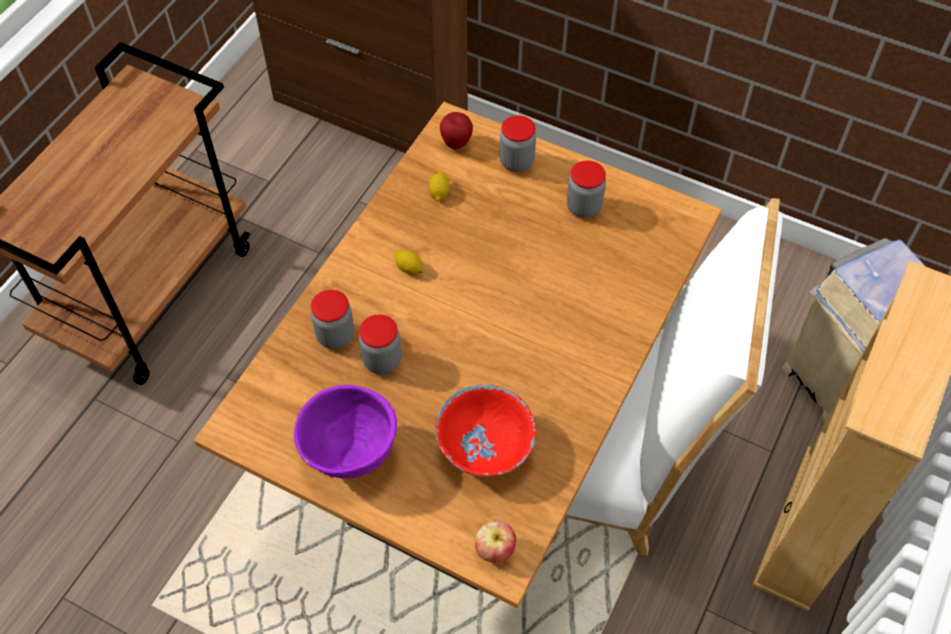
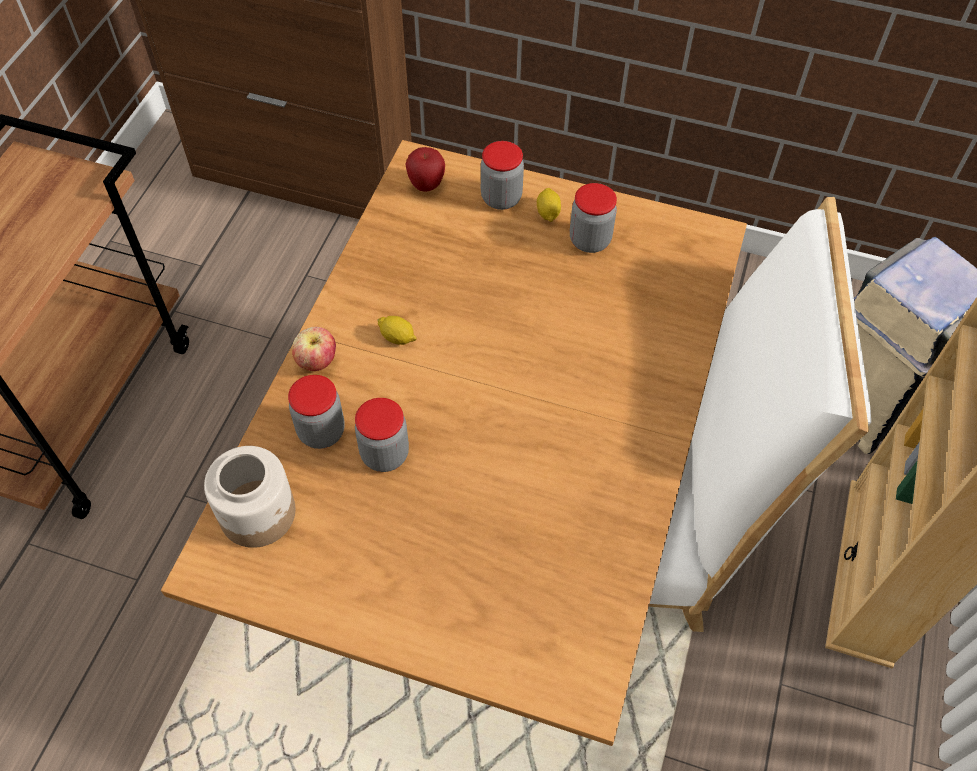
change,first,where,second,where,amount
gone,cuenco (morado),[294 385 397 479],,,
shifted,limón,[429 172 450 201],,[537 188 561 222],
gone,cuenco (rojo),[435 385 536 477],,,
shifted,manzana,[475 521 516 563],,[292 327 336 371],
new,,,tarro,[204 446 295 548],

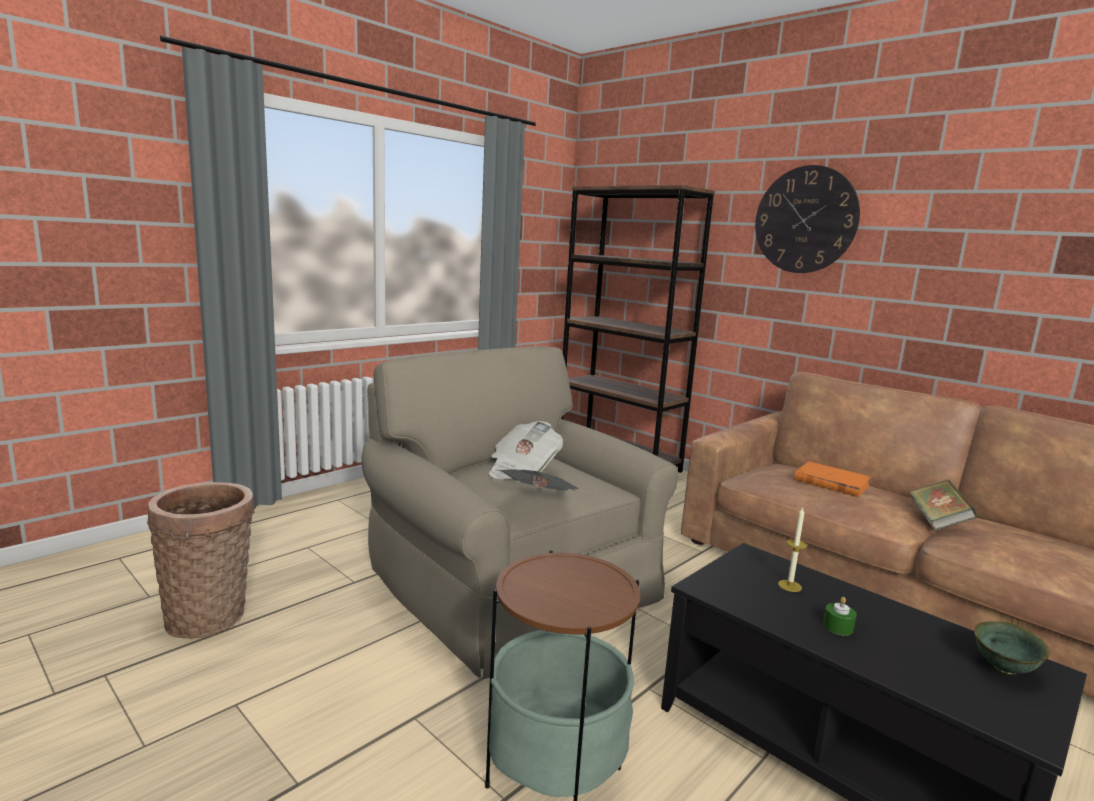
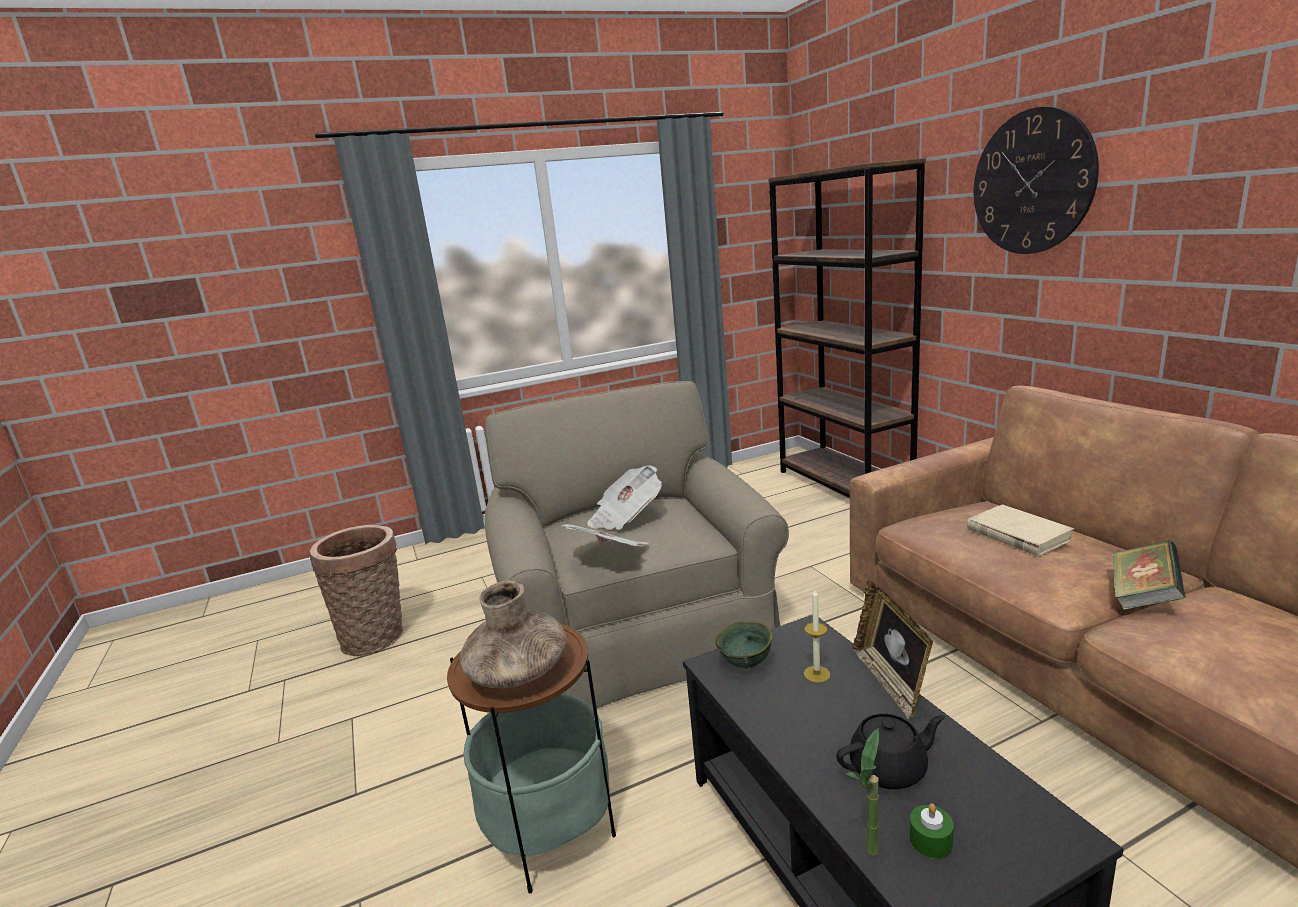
change,first,where,second,where,amount
repainted,libro (naranja),[794 461 871 497],libro (beis),[967 504 1074 557],
shifted,vela (verde),[823 597 857 636],,[910 803 954 859],
shifted,cuenco (verde),[974 621 1050 674],,[716 621 773 669],
new,,,florero (marrón),[460 580 566 688],
new,,,tetera (negro),[836 714 945 789],
new,,,planta en maceta,[847 728 879 856],
new,,,portarretratos,[853 581 933 720],

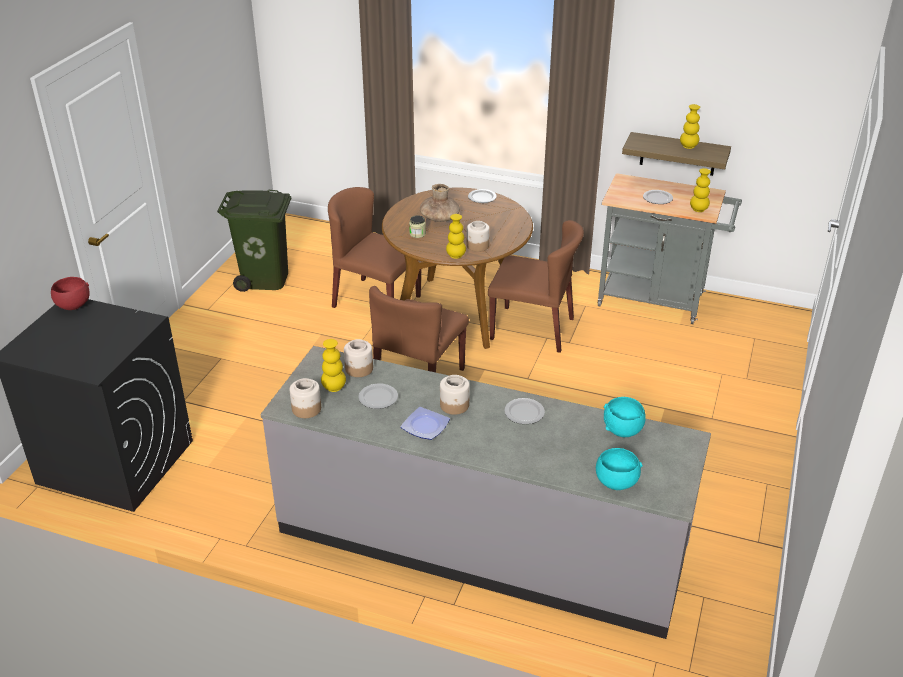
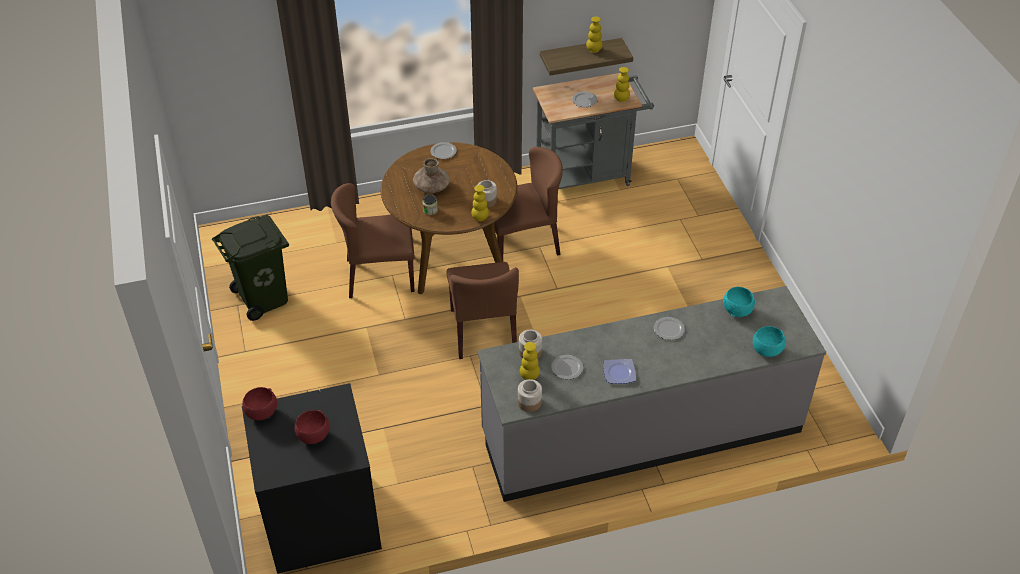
change,first,where,second,where,amount
gone,tarro,[440 375 470 415],,,
new,,,cuenco (rojo),[295 410 330 444],

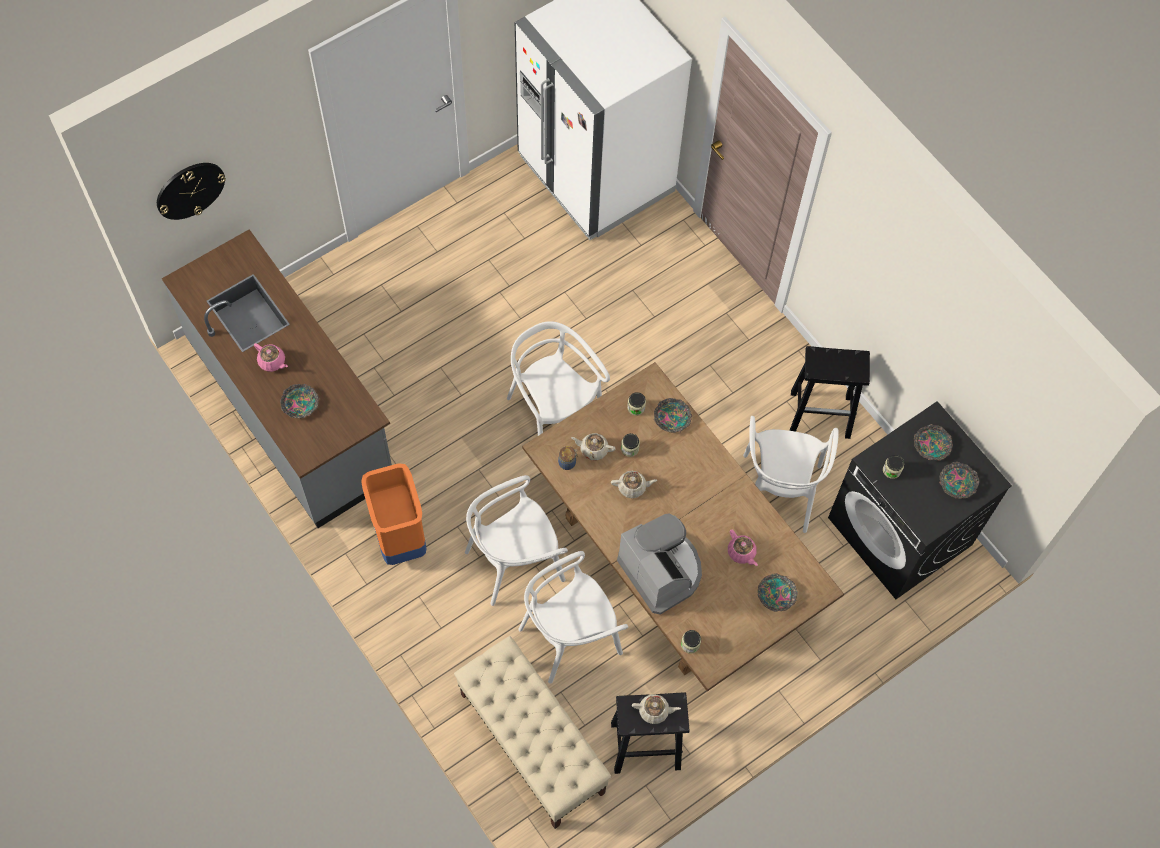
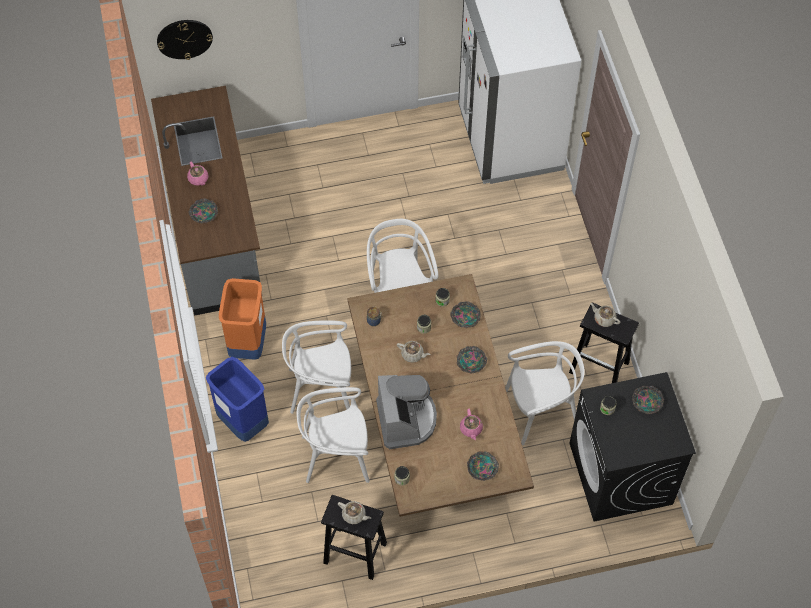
change,first,where,second,where,amount
gone,banco (beis),[454 636 611 829],,,
shifted,tetera (beis),[571 433 616 460],,[590 303 620 327],
rotated,silla (blanco),[743 416 839 533],,[505 341 585 445],135 degrees counterclockwise
shifted,cuenco,[939 462 979 499],,[457 346 488 374],
new,,,papelera (azul),[206 357 269 442],

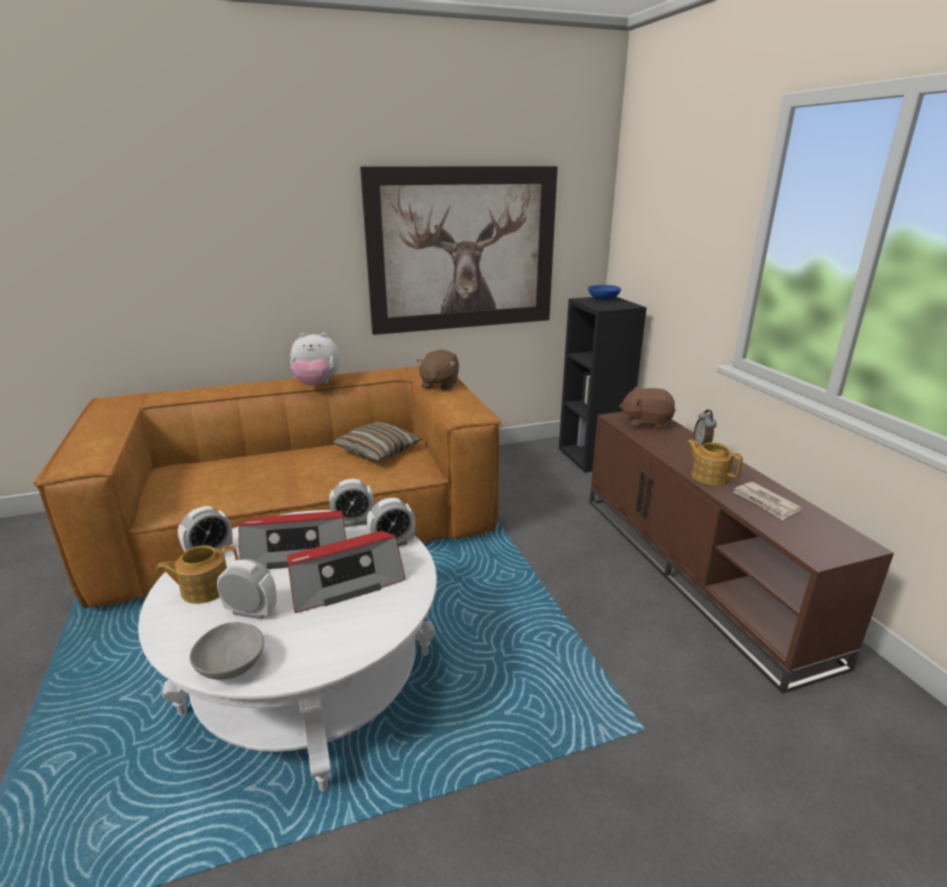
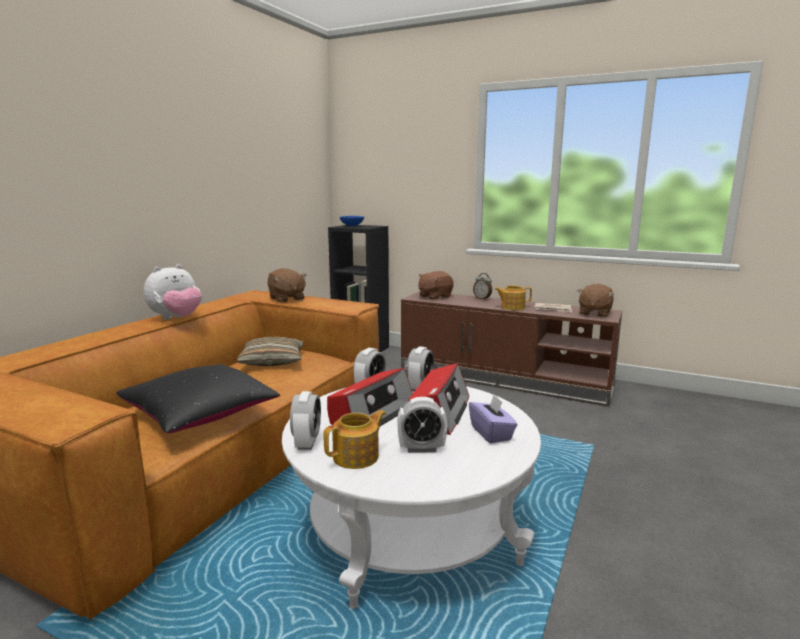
change,first,where,second,where,amount
rotated,tetera,[156 545 239 604],,[324 410 386 469],150 degrees counterclockwise
gone,cuenco (gris),[190 622 264 680],,,
rotated,despertador,[217 559 277 619],,[397 397 447 453],150 degrees counterclockwise
gone,cuadro,[360 166 558 335],,,
new,,,cojín (negro),[117 364 280 433],
new,,,caja de pañuelos (morado),[469 395 517 444],
new,,,peluche (marrón),[578 284 614 318],

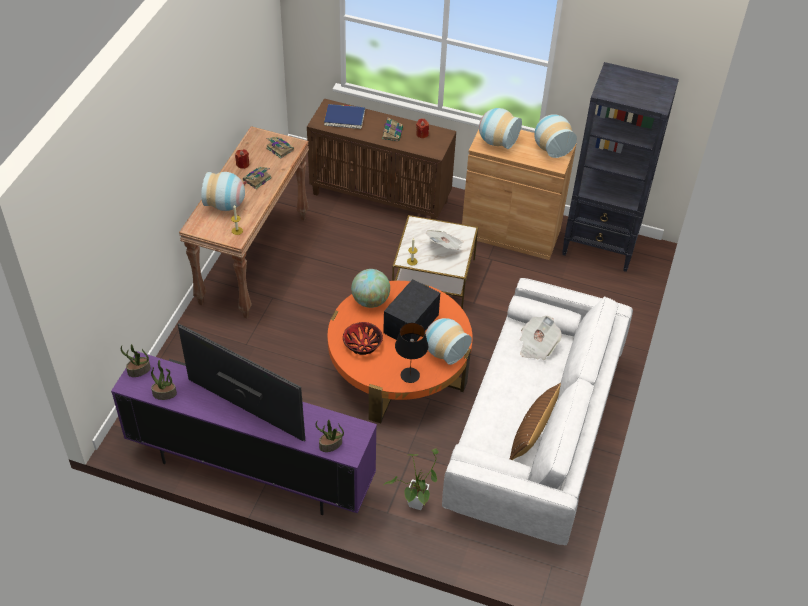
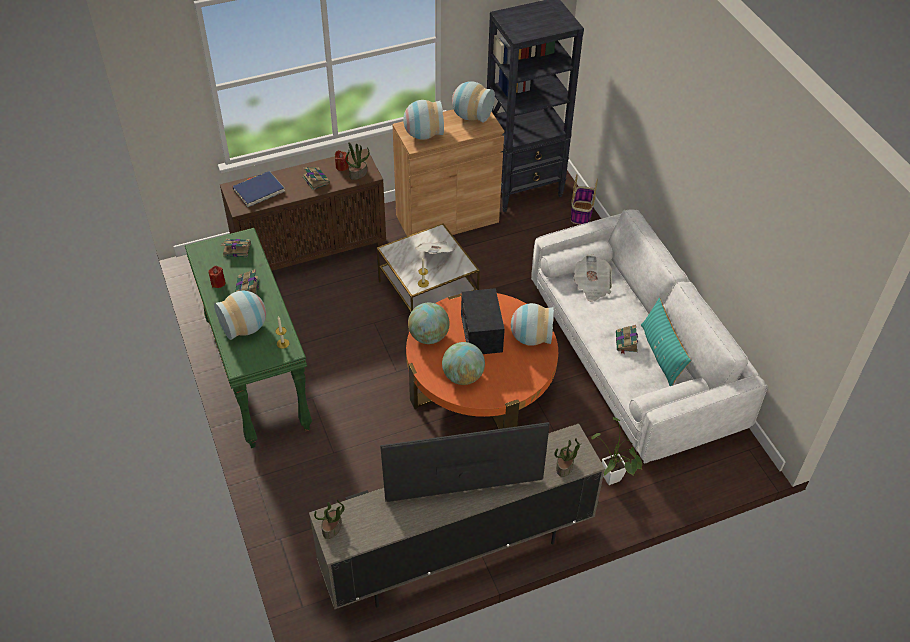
change,first,where,second,where,amount
repainted,mueble de televisión (morado),[111 351 377 515],mueble de televisión (beis),[309 424 605 609],
shifted,planta en maceta,[151 360 177 400],,[345 143 369 180],
repainted,mesa consola (marrón),[179 126 309 318],mesa consola (verde),[185 228 312 448],
swapped,cuenco,[343 322 383 355],globo terráqueo,[442 342 485 385],
gone,lámpara de mesa (negro),[395 322 428 383],,,
repainted,cojín (marrón),[510 383 561 460],cojín (turquesa),[641 298 691 386],
new,,,cesta,[571 175 598 225],
new,,,libro,[616 325 638 354],

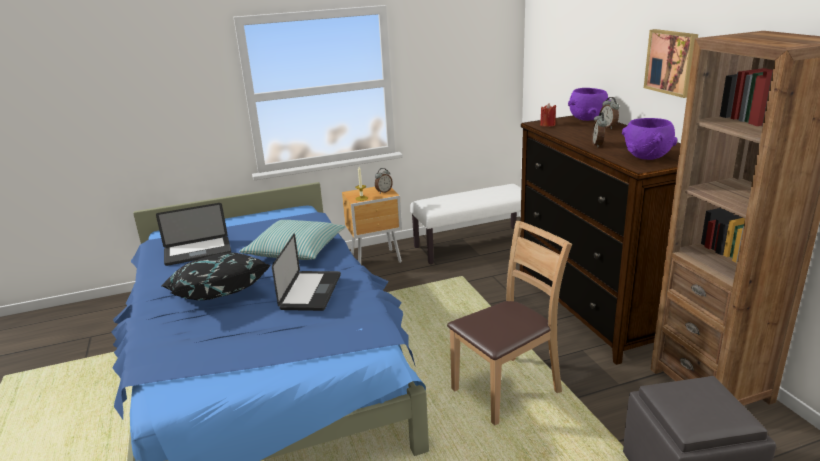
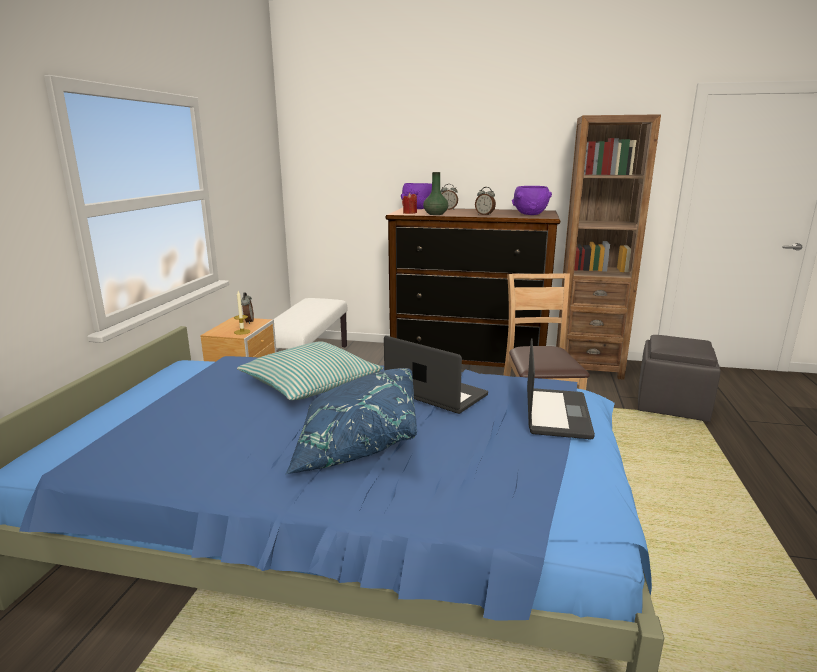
change,first,where,second,where,amount
shifted,portátil,[156 203 231 266],,[527 339 595 439],
repainted,cojín (negro),[162 253 271 300],cojín (azul),[285 368 417 475],
gone,cuadro,[644 29 698 98],,,
new,,,florero (verde),[423 172 448 215],

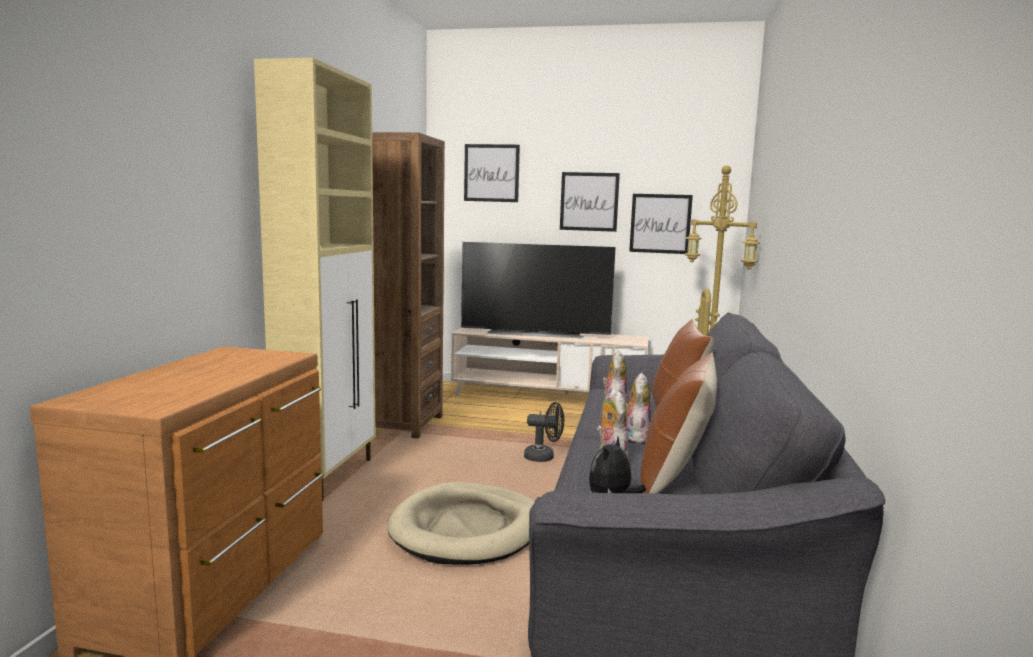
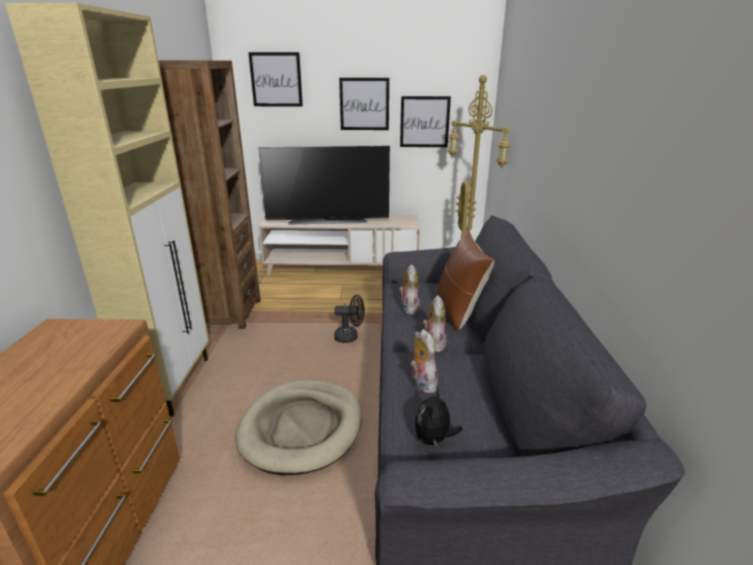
change,first,where,second,where,amount
gone,cojín (marrón),[641 352 717 494],,,

